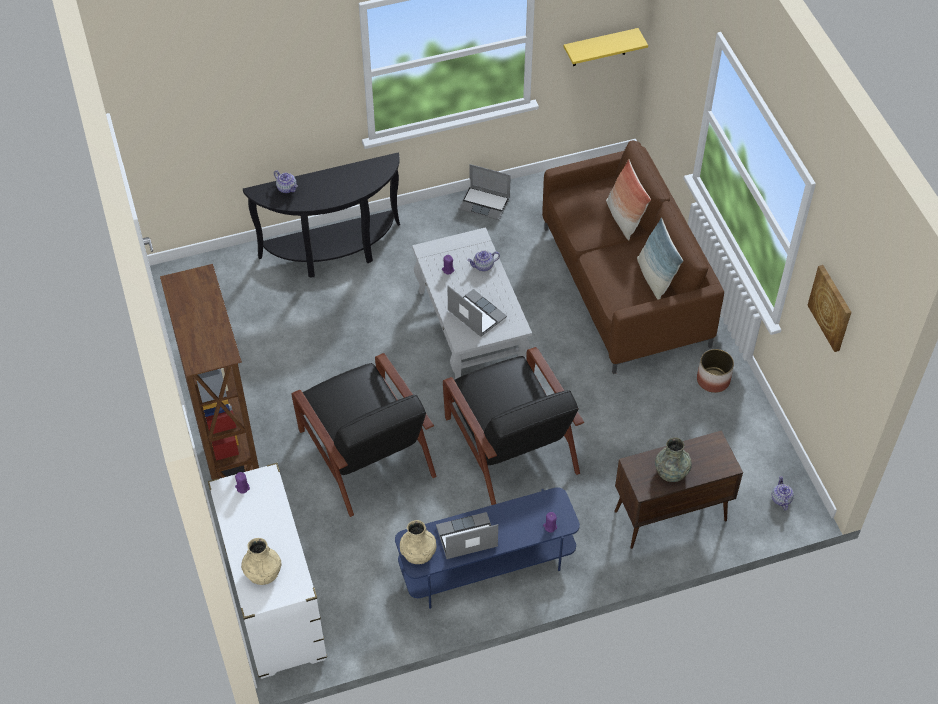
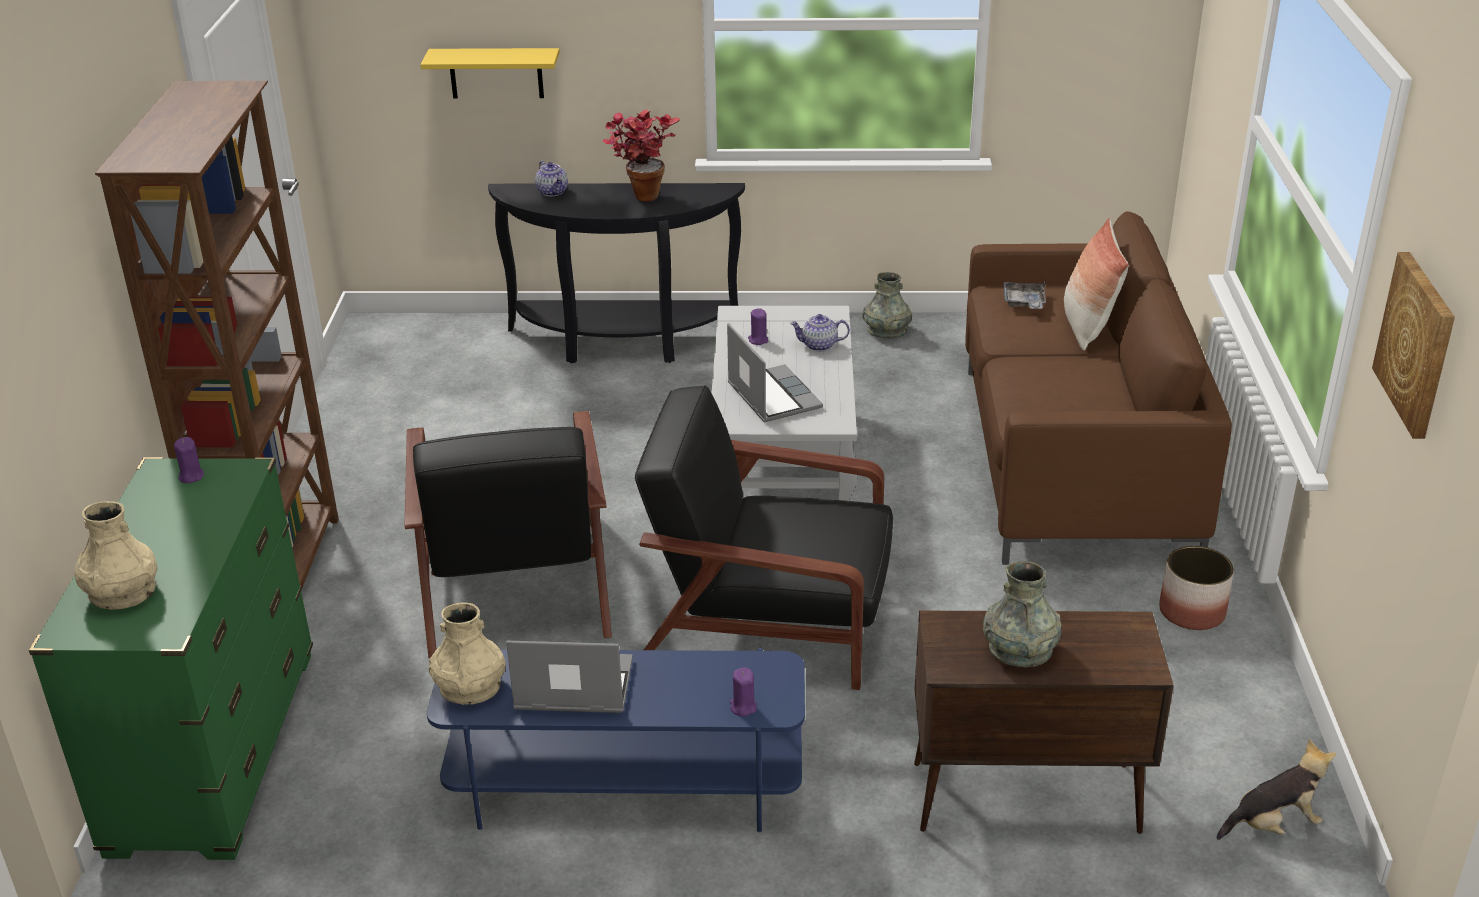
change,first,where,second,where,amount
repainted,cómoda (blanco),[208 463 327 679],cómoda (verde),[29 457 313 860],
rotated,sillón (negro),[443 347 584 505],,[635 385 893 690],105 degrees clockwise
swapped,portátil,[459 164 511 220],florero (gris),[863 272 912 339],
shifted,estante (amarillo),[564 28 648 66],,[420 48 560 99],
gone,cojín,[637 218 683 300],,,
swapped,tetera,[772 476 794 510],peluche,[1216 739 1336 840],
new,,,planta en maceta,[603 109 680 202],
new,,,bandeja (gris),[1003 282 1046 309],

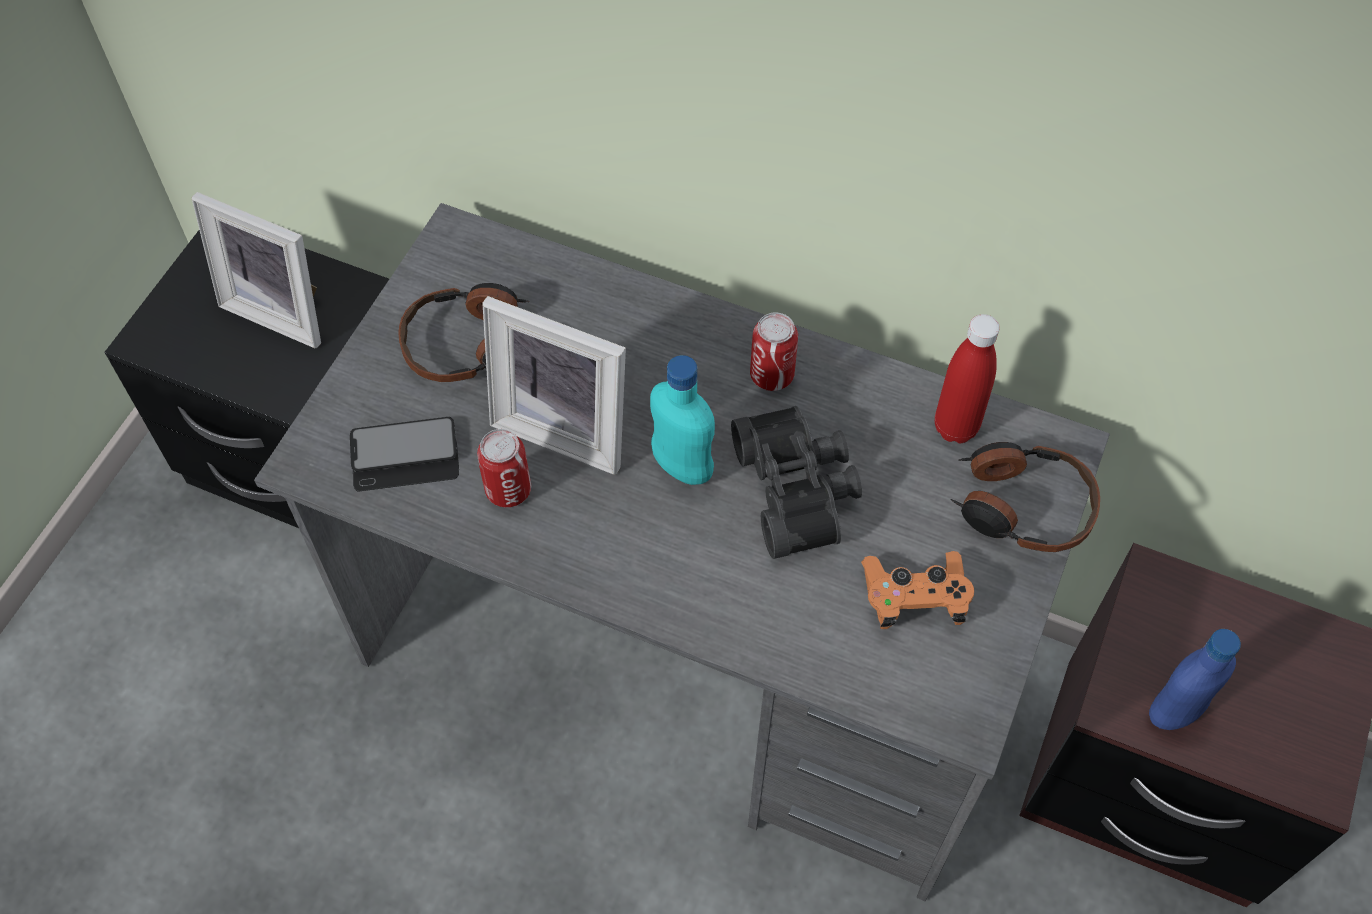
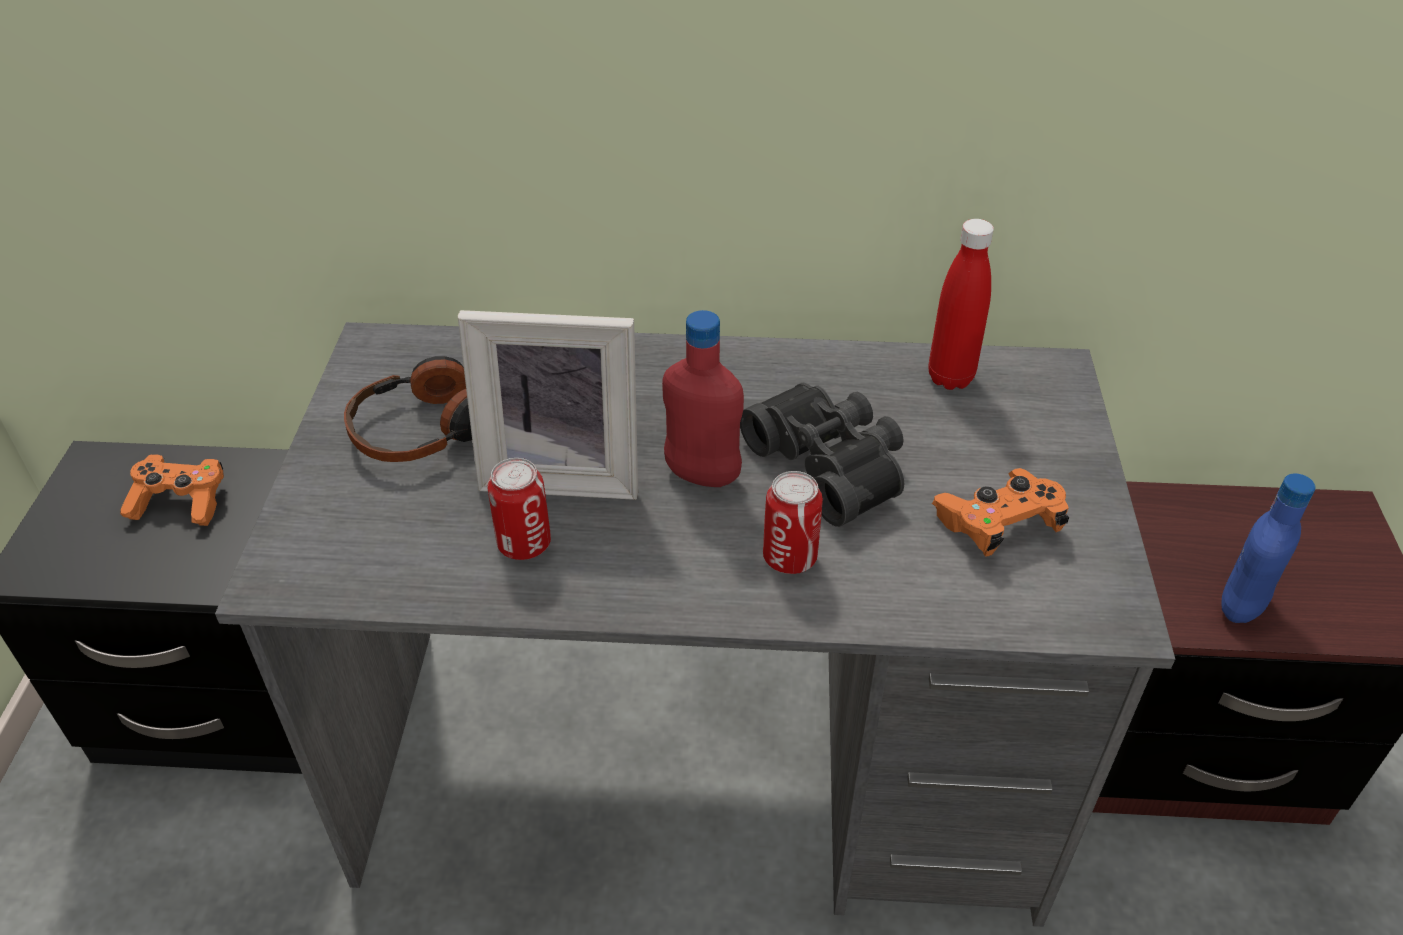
change,first,where,second,where,amount
swapped,portarretratos,[192 192 321 348],mando de consola (naranja),[120 454 224 526],
gone,móvil,[350 417 459 492],,,
repainted,botella (turquesa),[650 355 715 485],botella (rojo),[662 310 744 487],
shifted,lata,[750 312 798 391],,[763 471 823 574],
gone,auriculares,[951 442 1100 552],,,

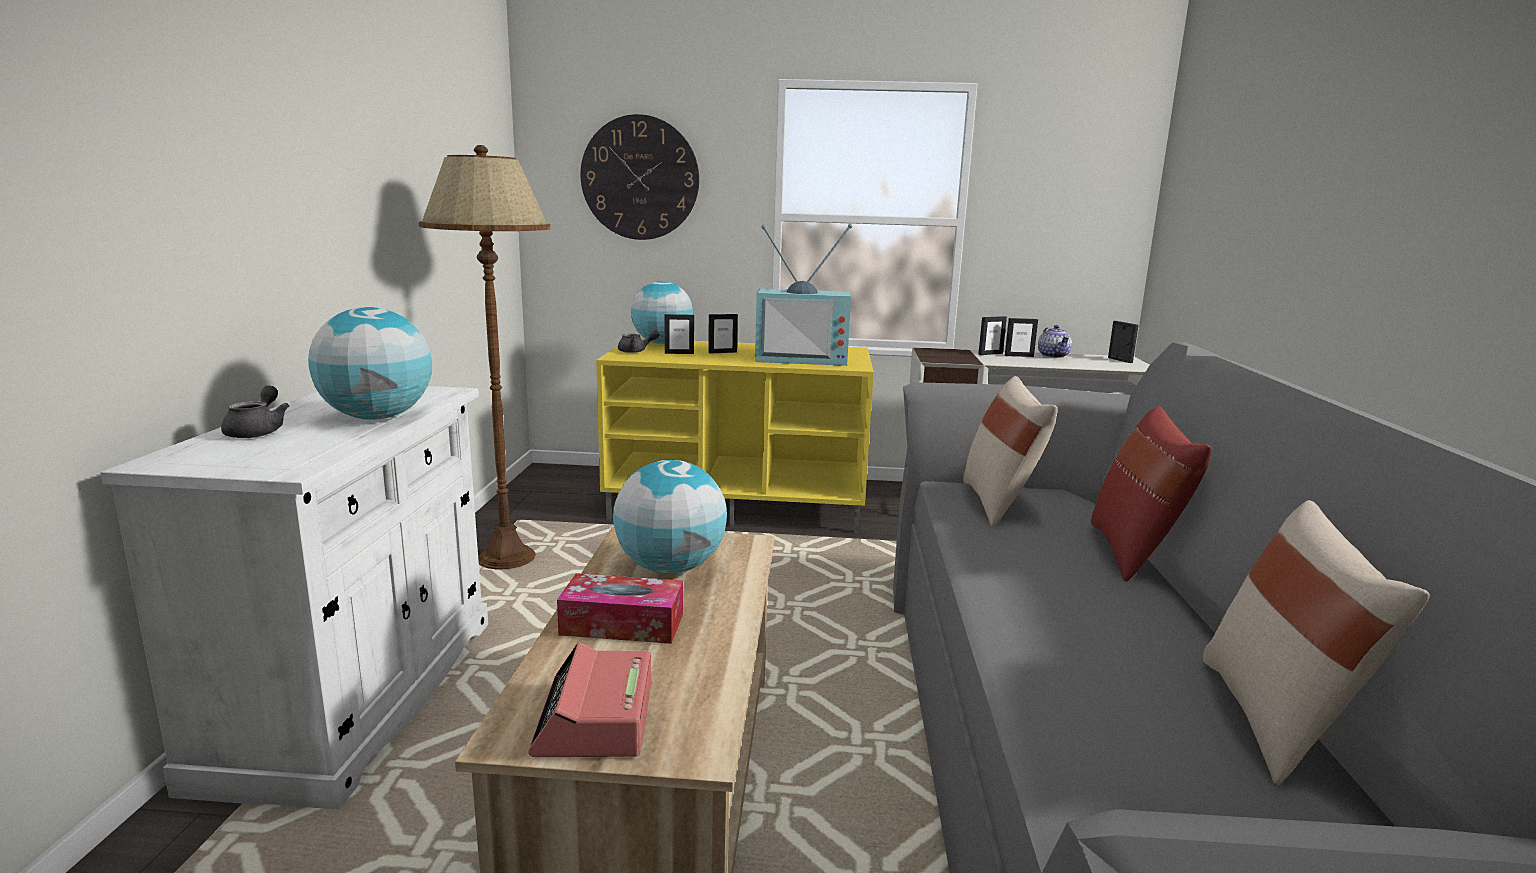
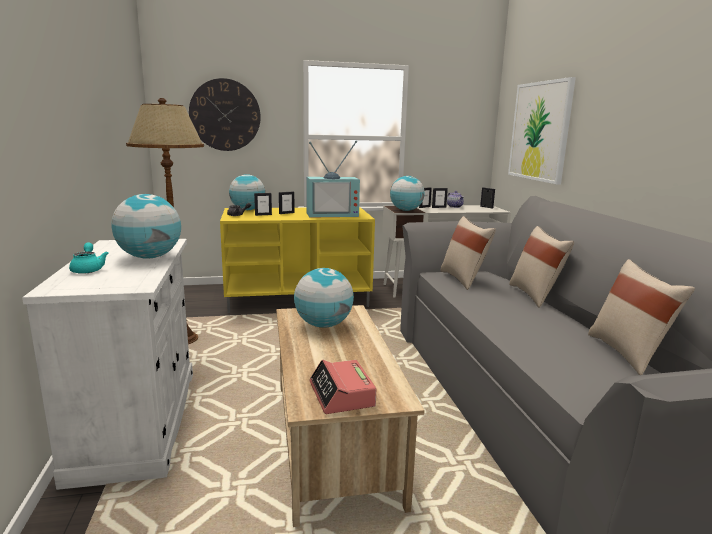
change,first,where,second,where,amount
repainted,tetera (gris),[221 386 289 438],tetera (turquesa),[69 242 109 274],
gone,caja de pañuelos,[557 573 683 644],,,
repainted,cojín (rojo),[1091 406 1212 582],cojín (beis),[509 226 574 307],
new,,,globo terráqueo,[390 176 425 211],
new,,,cuadro,[508 77 576 185],

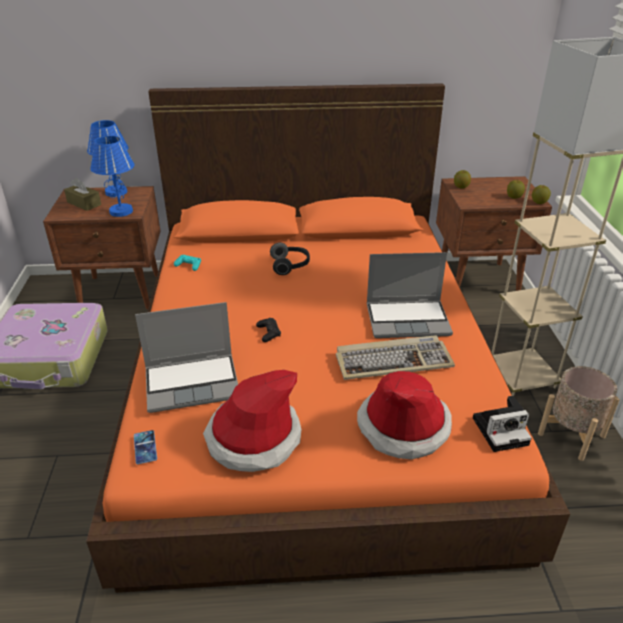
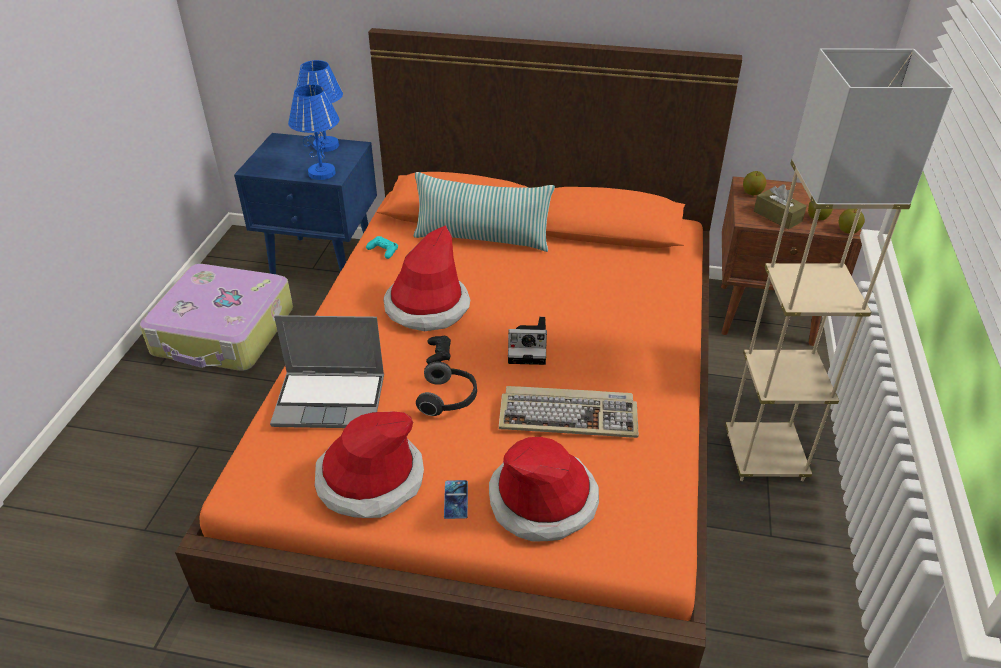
change,first,where,second,where,amount
repainted,mesita de noche (marrón),[43 186 161 309],mesita de noche (azul),[234 133 377 274],
shifted,caja de pañuelos (marrón),[64 178 101 211],,[754 184 807 229],
shifted,móvil,[134 430 157 464],,[444 480 468 519],
shifted,auriculares,[270 242 310 275],,[416 362 477 416],
gone,portátil,[367 252 453 338],,,
shifted,cámara,[473 396 532 452],,[508 317 547 365],
gone,maceta (beis),[538 366 620 461],,,
new,,,sombrero,[384 225 470 331],
new,,,cojín,[414 172 555 252],

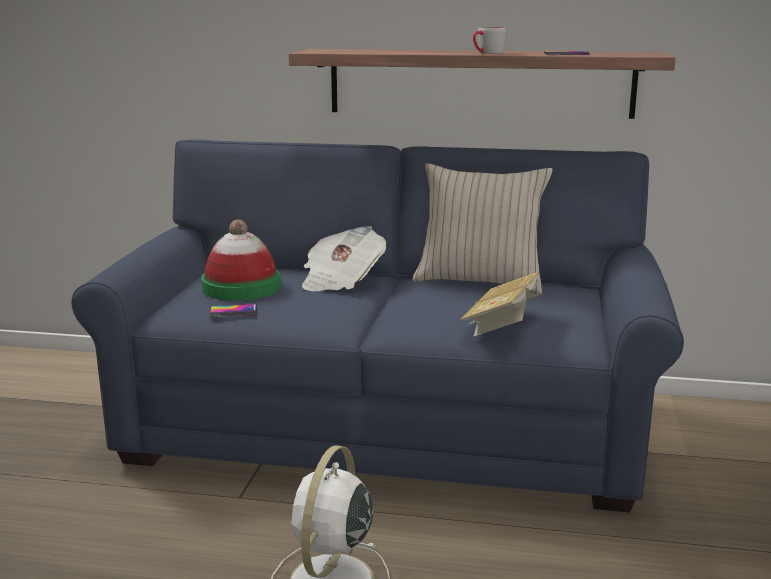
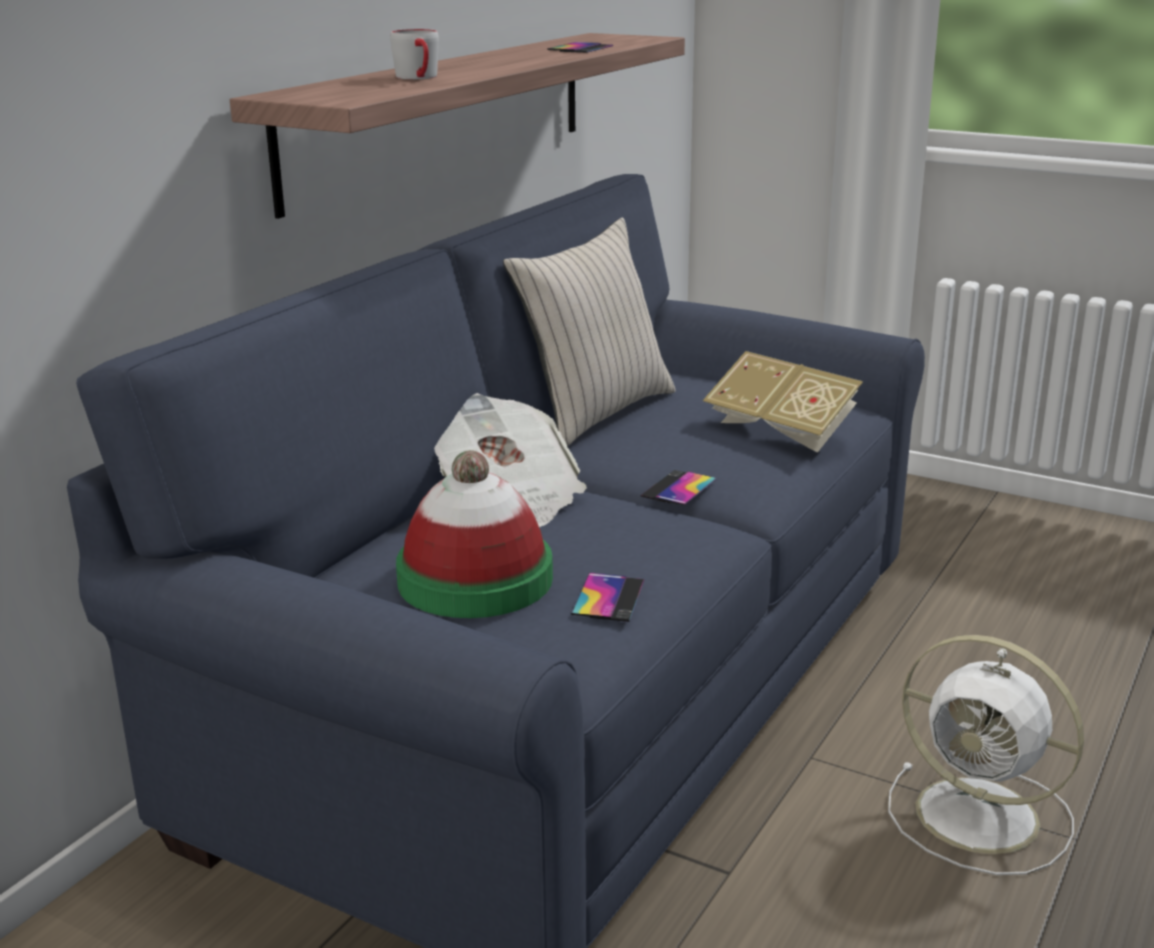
change,first,where,second,where,amount
shifted,taza grande (gris),[473 27 506 54],,[390 29 439 79],
new,,,móvil,[640 470 717 505],

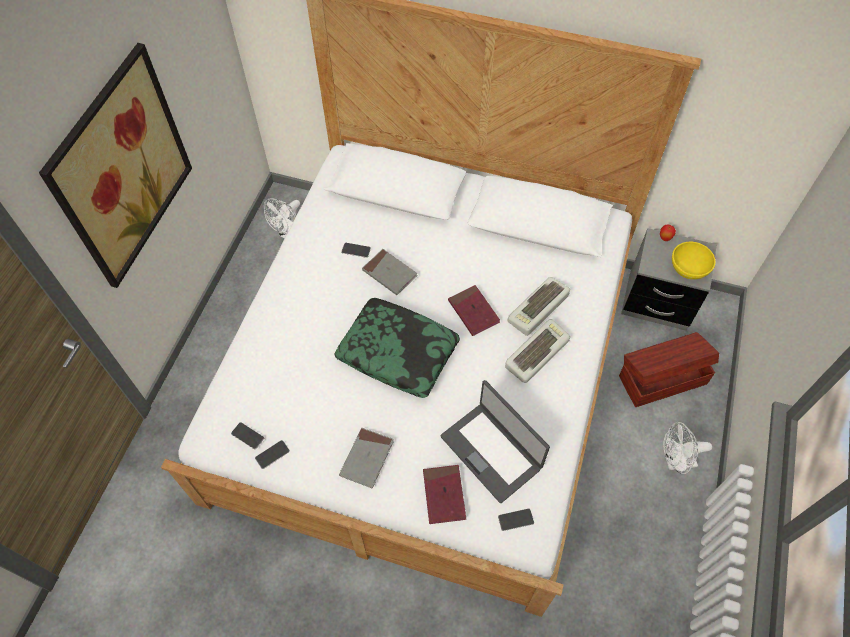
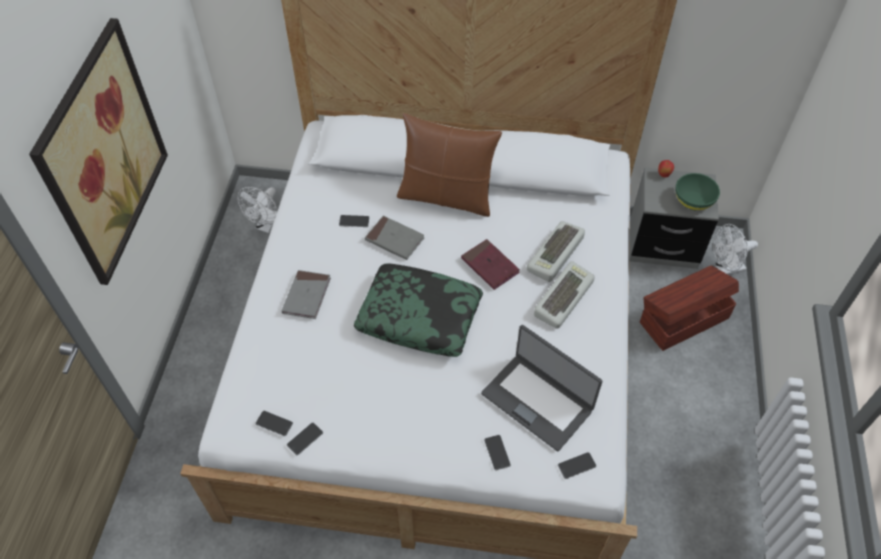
change,first,where,second,where,amount
shifted,libro (gris),[339 428 394 488],,[282 270 331 319],
swapped,libro (rojo),[423 465 466 524],móvil,[484 435 511 470],
shifted,ventilador (blanco),[664 422 712 474],,[713 224 758 275],
repainted,cuenco (amarillo),[672 242 716 280],cuenco (verde),[675 173 720 211],
new,,,cojín (marrón),[397 113 502 217],

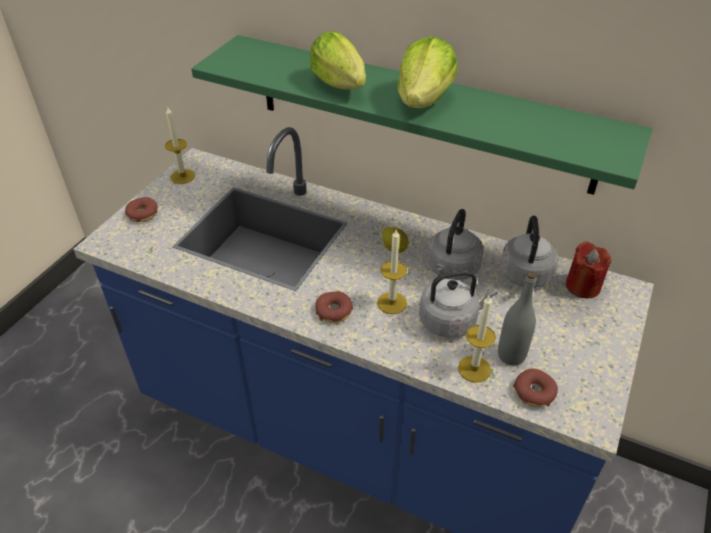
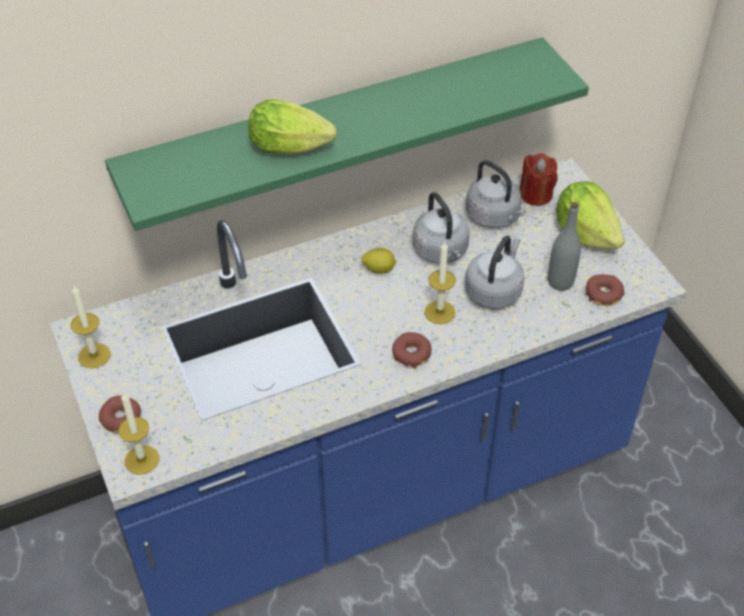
change,first,where,second,where,amount
shifted,lechuga,[398 36 457 108],,[556 181 625 249],
shifted,vela,[458 296 496 383],,[118 391 159 475],

